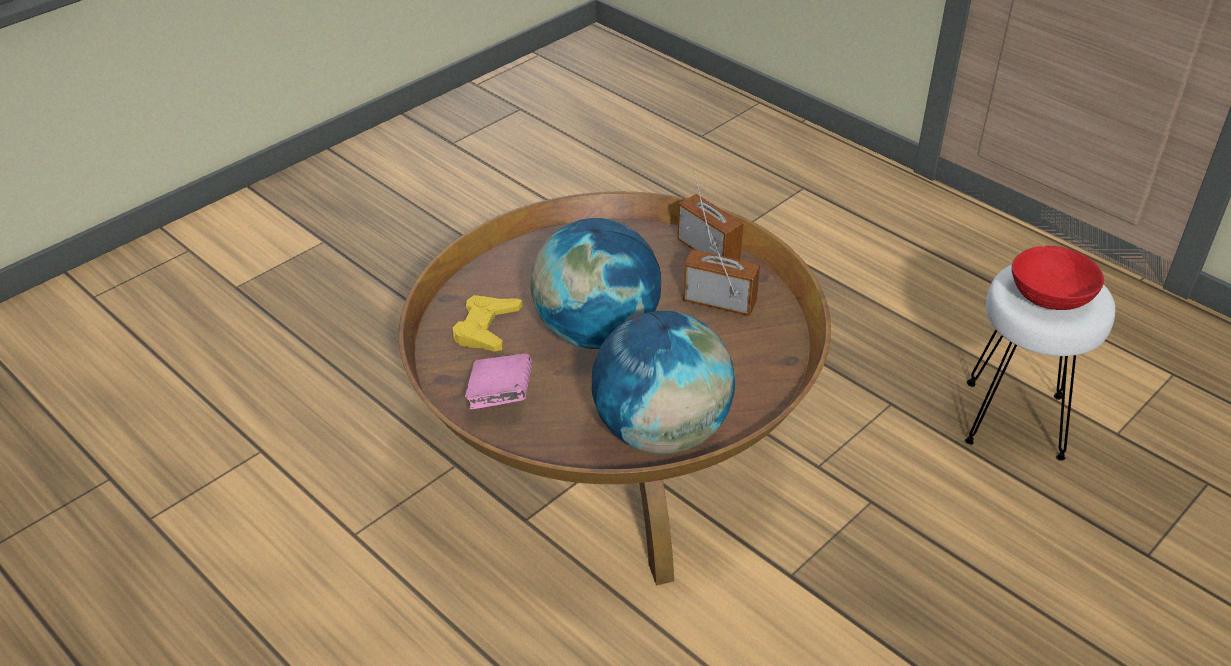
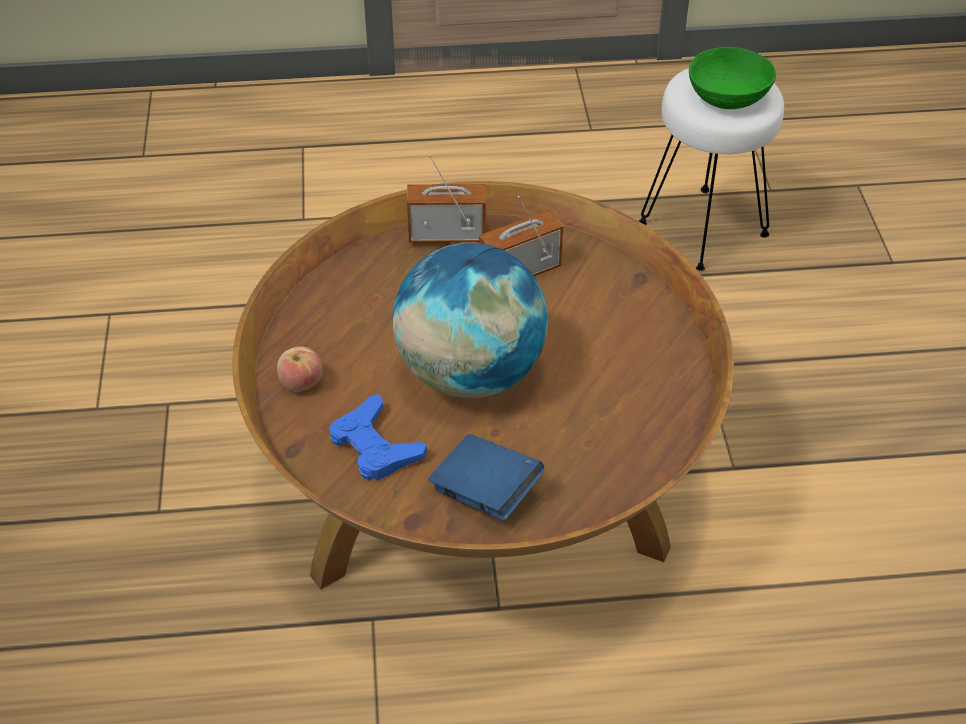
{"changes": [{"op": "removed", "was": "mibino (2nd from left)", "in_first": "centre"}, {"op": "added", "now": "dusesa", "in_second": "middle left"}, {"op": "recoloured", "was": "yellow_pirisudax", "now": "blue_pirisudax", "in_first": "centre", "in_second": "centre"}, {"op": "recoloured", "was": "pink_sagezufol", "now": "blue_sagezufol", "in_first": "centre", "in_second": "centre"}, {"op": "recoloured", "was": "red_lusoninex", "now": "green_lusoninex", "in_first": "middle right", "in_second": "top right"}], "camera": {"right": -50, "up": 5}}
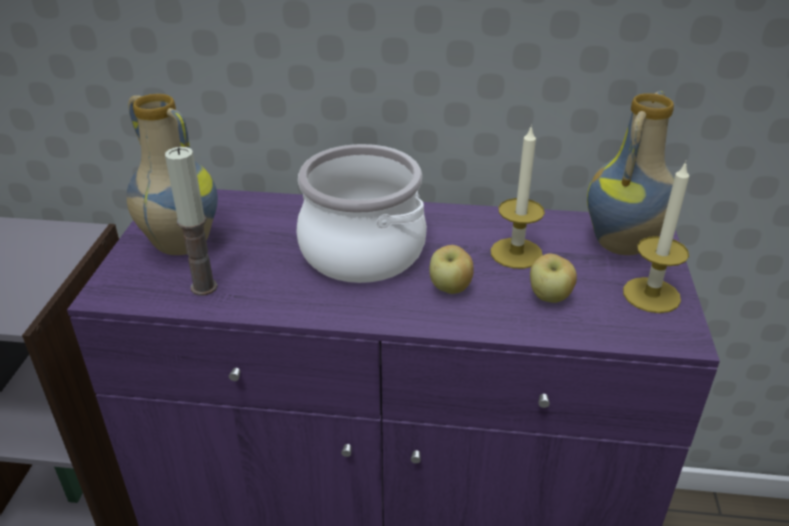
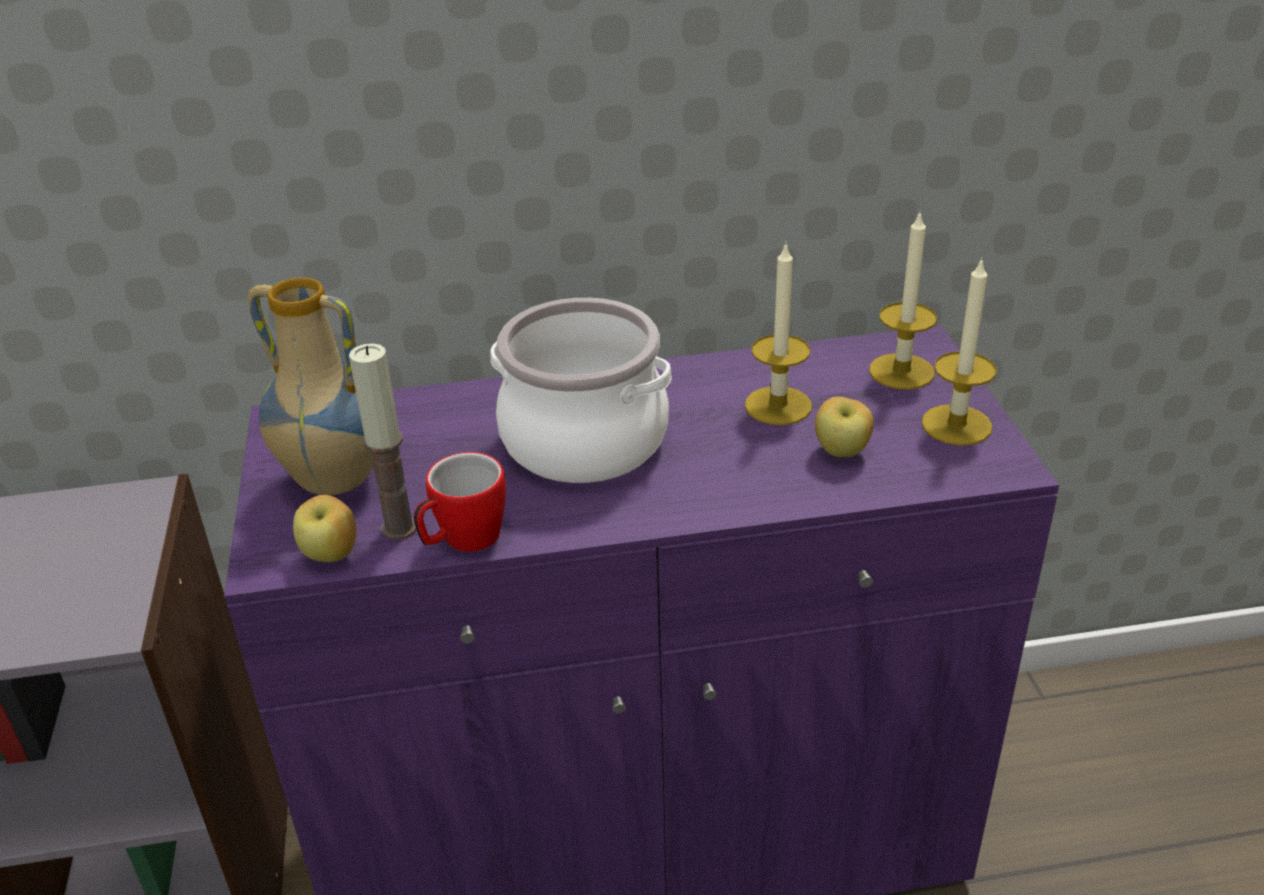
{"changes": [{"op": "added", "now": "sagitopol", "in_second": "centre"}, {"op": "moved", "was": "dusesa (1st from left)", "in_first": "centre", "in_second": "middle left"}, {"op": "replaced", "was": "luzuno (2nd from left)", "now": "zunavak (3rd from left)", "in_first": "top right", "in_second": "middle right"}], "camera": {"right": -15, "up": 0}}
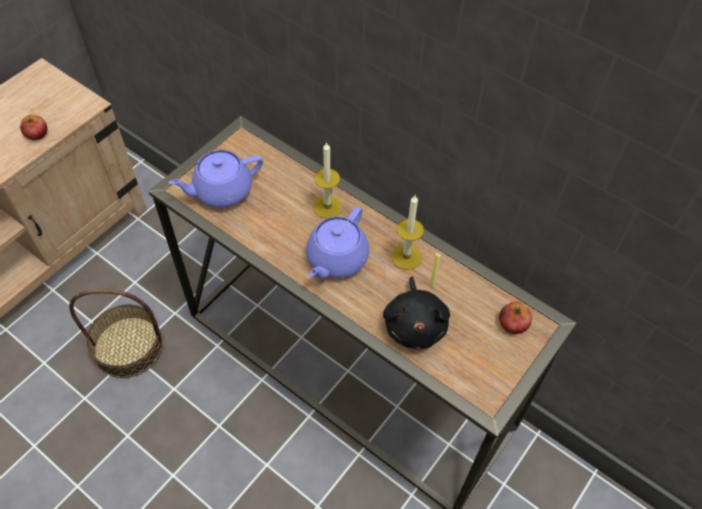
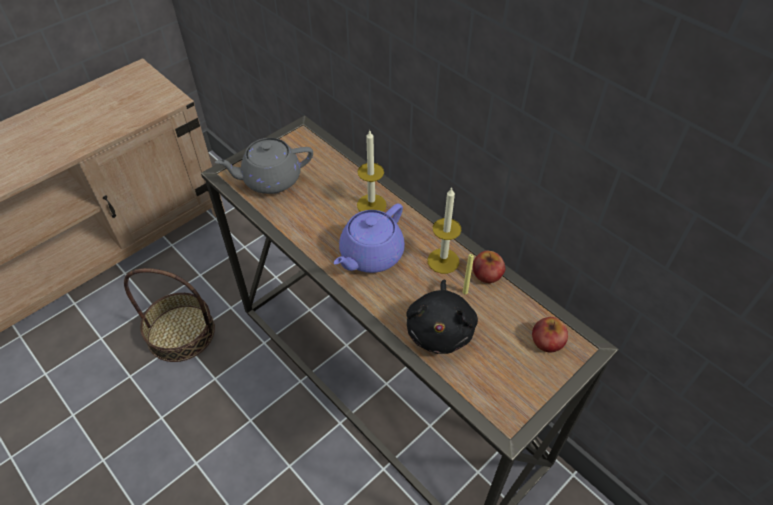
{"changes": [{"op": "moved", "was": "dusesa (1st from left)", "in_first": "top left", "in_second": "centre"}, {"op": "recoloured", "was": "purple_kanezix (1st from left)", "now": "grey_kanezix", "in_first": "middle left", "in_second": "top centre"}], "camera": {"right": 10, "up": -5}}
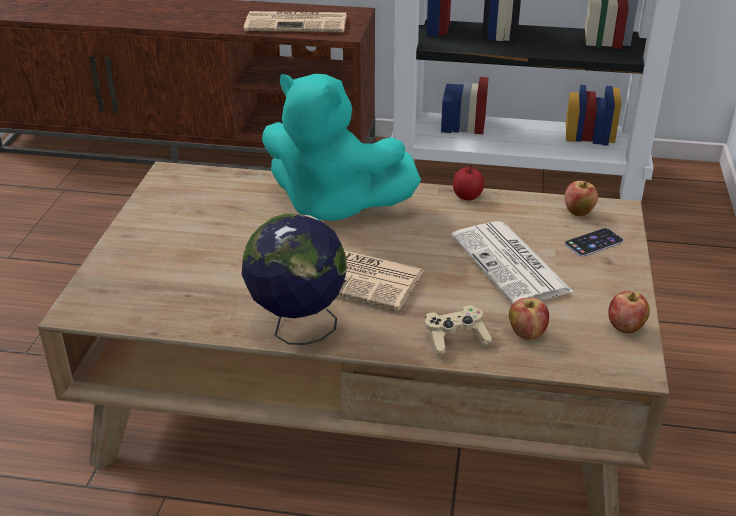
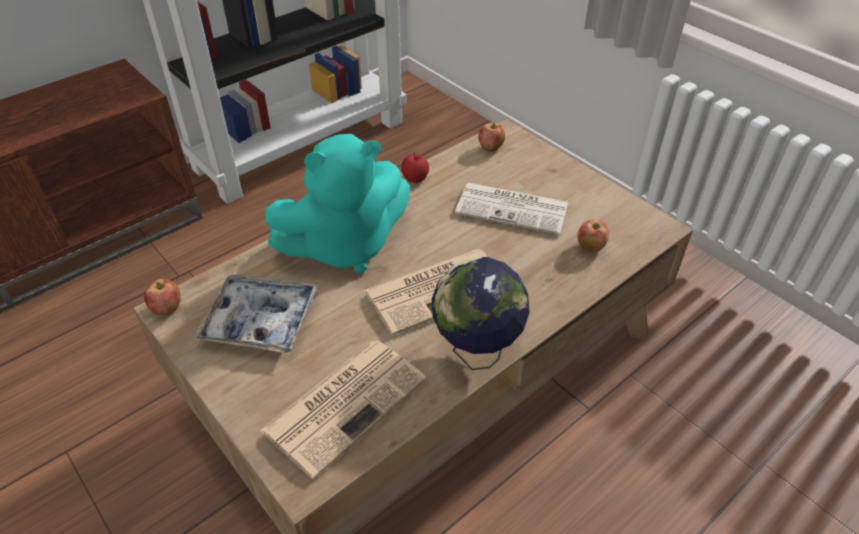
{"changes": [{"op": "removed", "was": "beige_pirisudax", "in_first": "centre"}, {"op": "removed", "was": "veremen", "in_first": "middle right"}, {"op": "added", "now": "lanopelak", "in_second": "middle left"}, {"op": "moved", "was": "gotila (1st from left)", "in_first": "top centre", "in_second": "bottom centre"}, {"op": "moved", "was": "dusesa (4th from left in the first image)", "now": "dusesa (1st from left)", "in_first": "middle right", "in_second": "middle left"}], "camera": {"right": -50, "up": 10}}
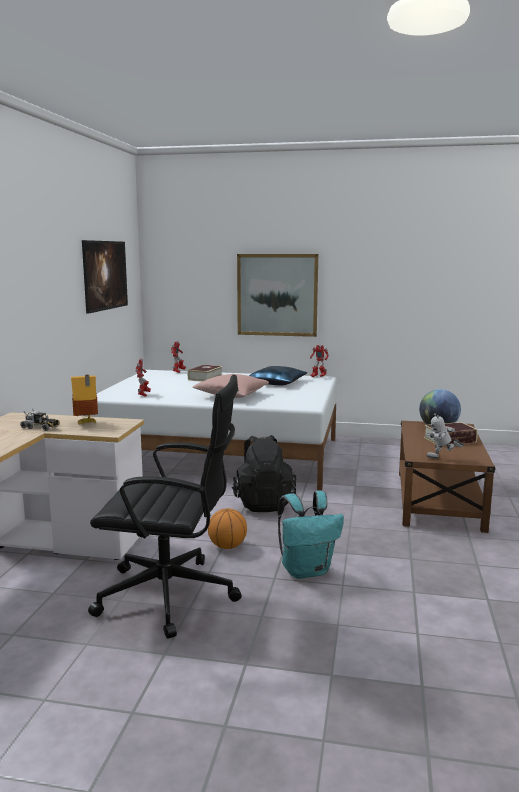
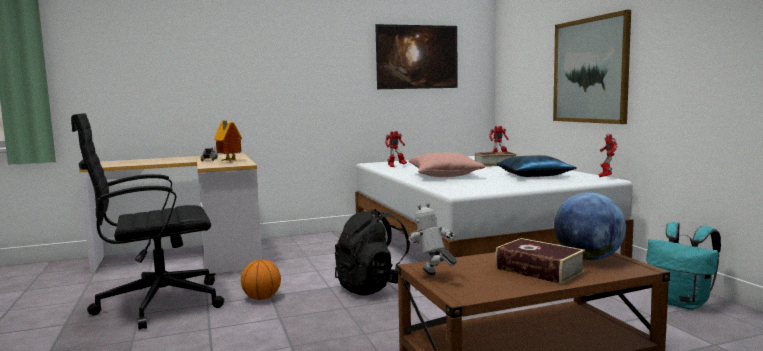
{"changes": [{"op": "moved", "was": "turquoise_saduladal", "in_first": "bottom centre", "in_second": "bottom right"}, {"op": "turned", "was": "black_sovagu", "in_first": "middle left", "in_second": "middle left", "clockwise": 90}], "camera": {"right": 60, "up": -5}}
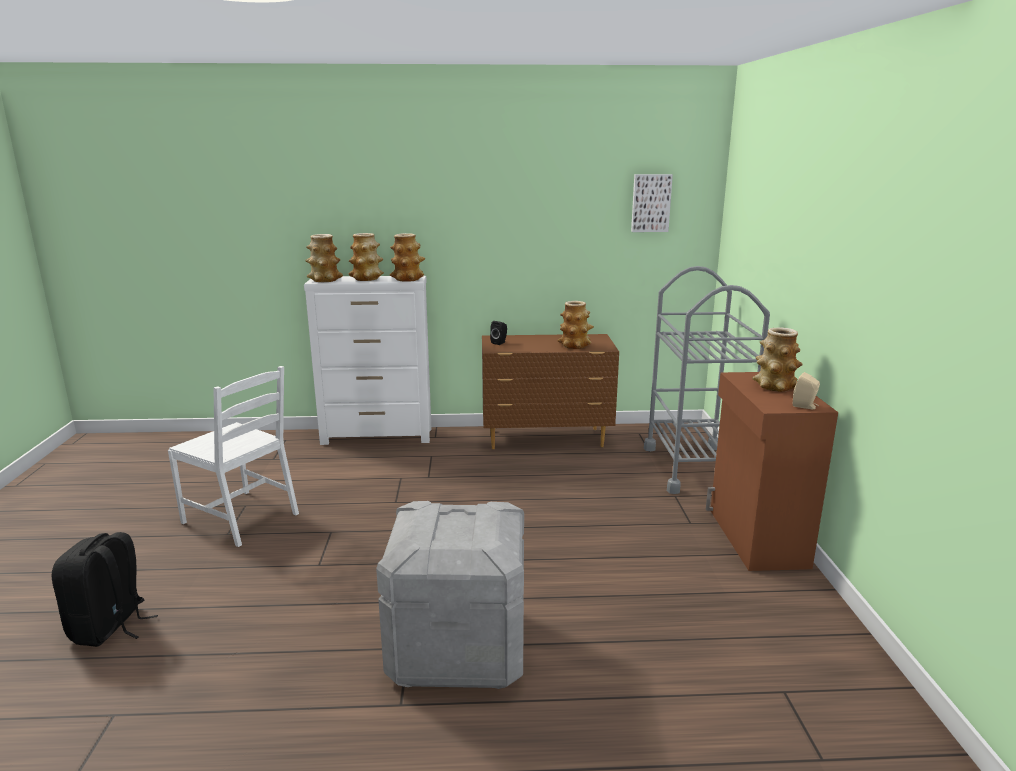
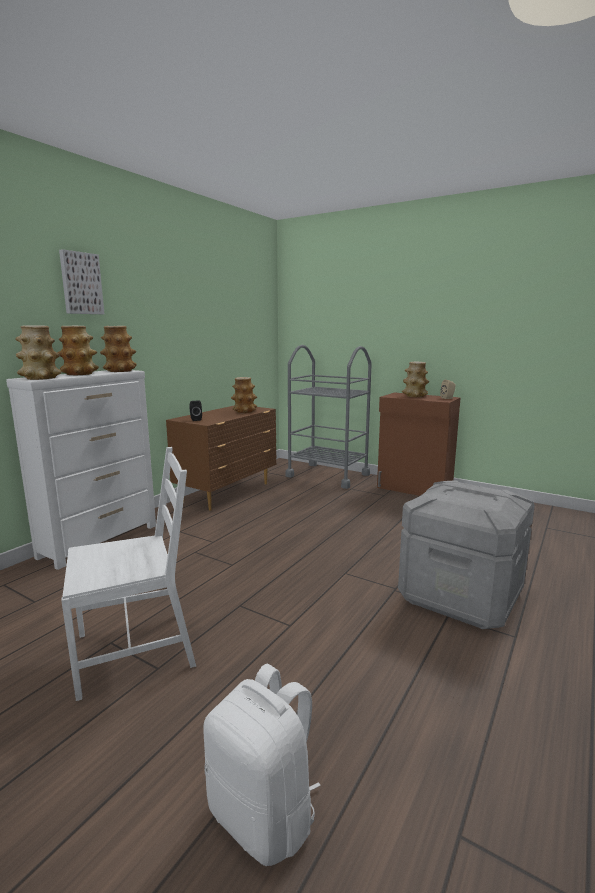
{"changes": [{"op": "moved", "was": "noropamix", "in_first": "top centre", "in_second": "top left"}, {"op": "recoloured", "was": "black_saduladal", "now": "white_saduladal", "in_first": "bottom left", "in_second": "bottom centre"}], "camera": {"right": -55, "up": -5}}
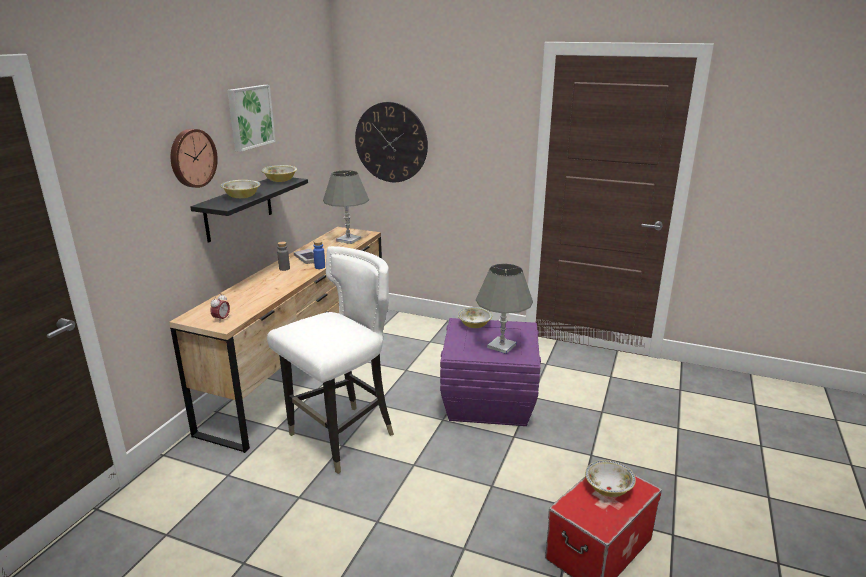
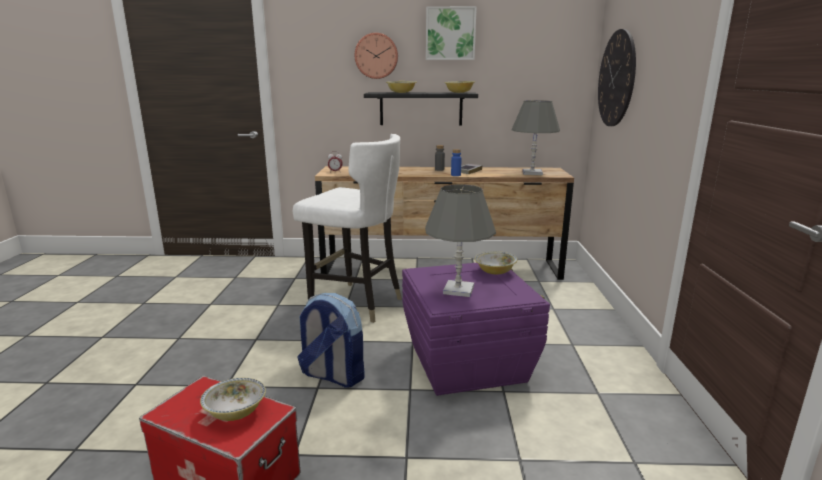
{"changes": [{"op": "added", "now": "saduladal", "in_second": "bottom centre"}], "camera": {"right": 70, "up": -5}}
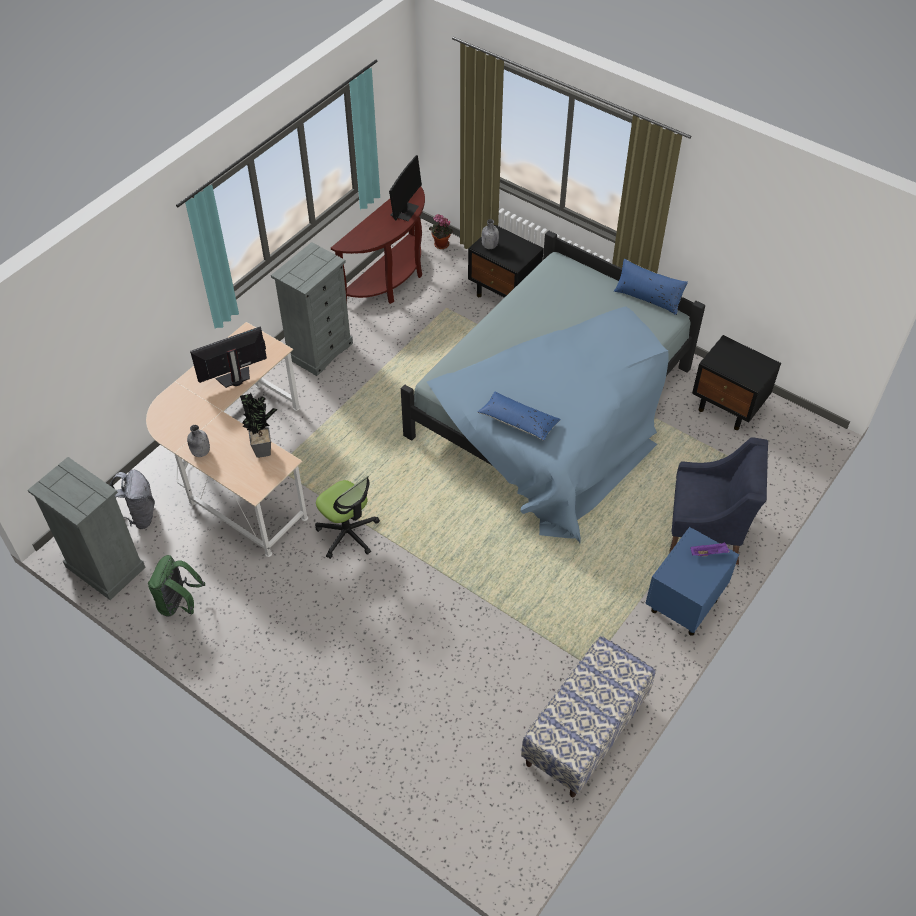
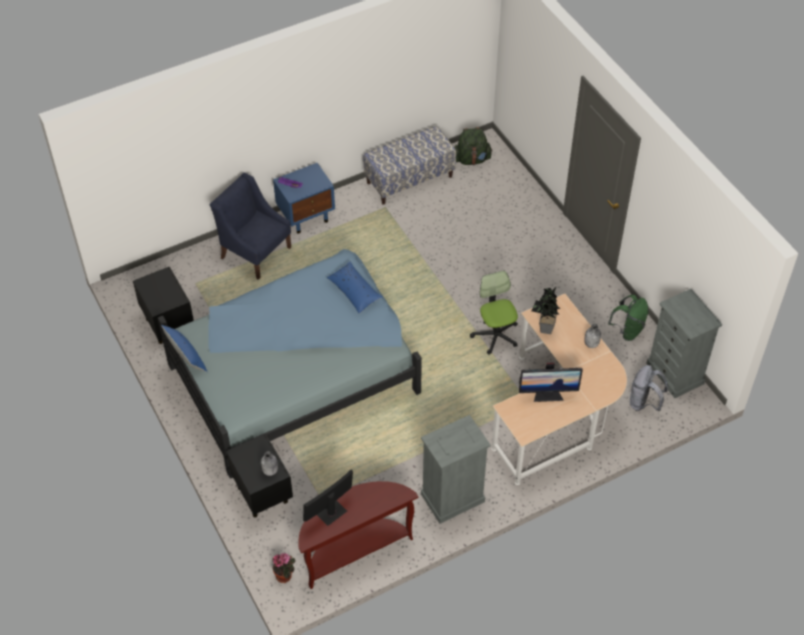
{"changes": [{"op": "added", "now": "green_saduladal (1st from left)", "in_second": "top centre"}], "camera": {"right": -155, "up": 0}}
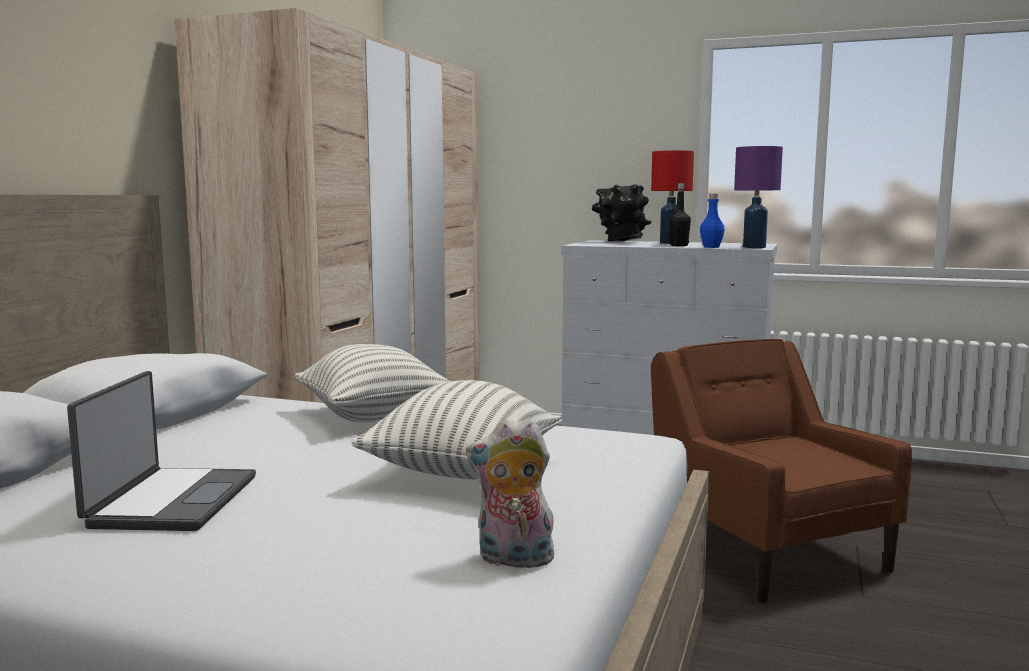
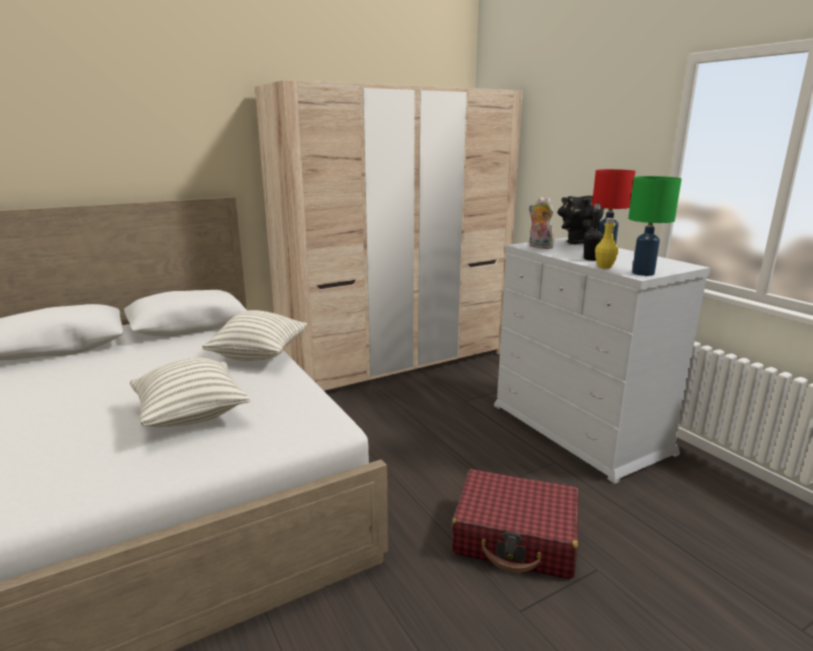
{"changes": [{"op": "removed", "was": "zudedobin", "in_first": "bottom left"}, {"op": "moved", "was": "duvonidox", "in_first": "bottom centre", "in_second": "centre"}, {"op": "replaced", "was": "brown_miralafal", "now": "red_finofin", "in_first": "bottom right", "in_second": "bottom centre"}, {"op": "recoloured", "was": "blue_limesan", "now": "yellow_limesan", "in_first": "top right", "in_second": "middle right"}, {"op": "recoloured", "was": "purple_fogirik", "now": "green_fogirik", "in_first": "top right", "in_second": "middle right"}], "camera": {"right": 40, "up": 10}}
